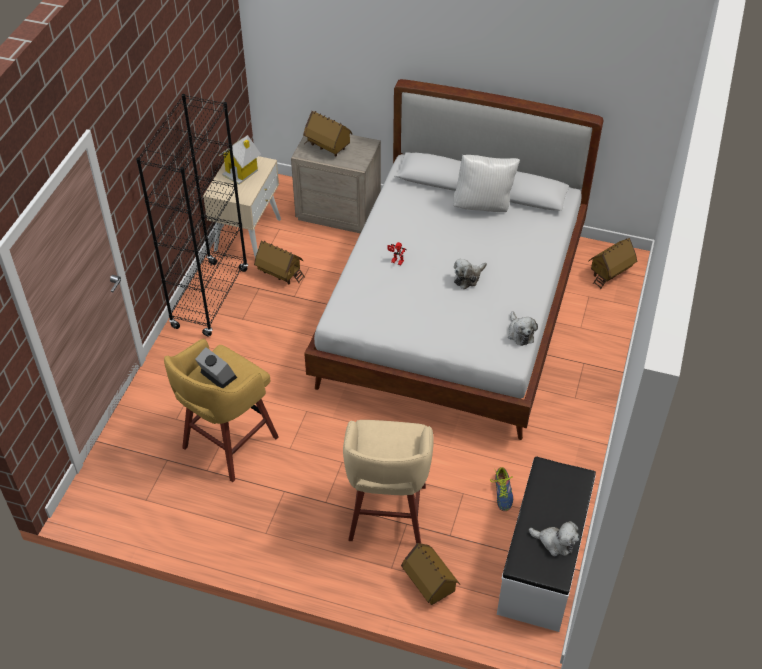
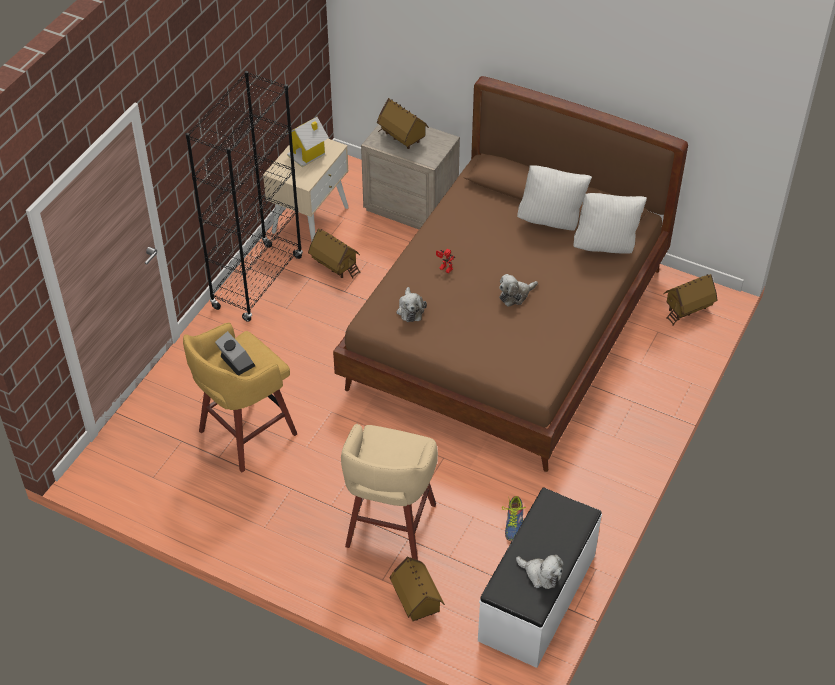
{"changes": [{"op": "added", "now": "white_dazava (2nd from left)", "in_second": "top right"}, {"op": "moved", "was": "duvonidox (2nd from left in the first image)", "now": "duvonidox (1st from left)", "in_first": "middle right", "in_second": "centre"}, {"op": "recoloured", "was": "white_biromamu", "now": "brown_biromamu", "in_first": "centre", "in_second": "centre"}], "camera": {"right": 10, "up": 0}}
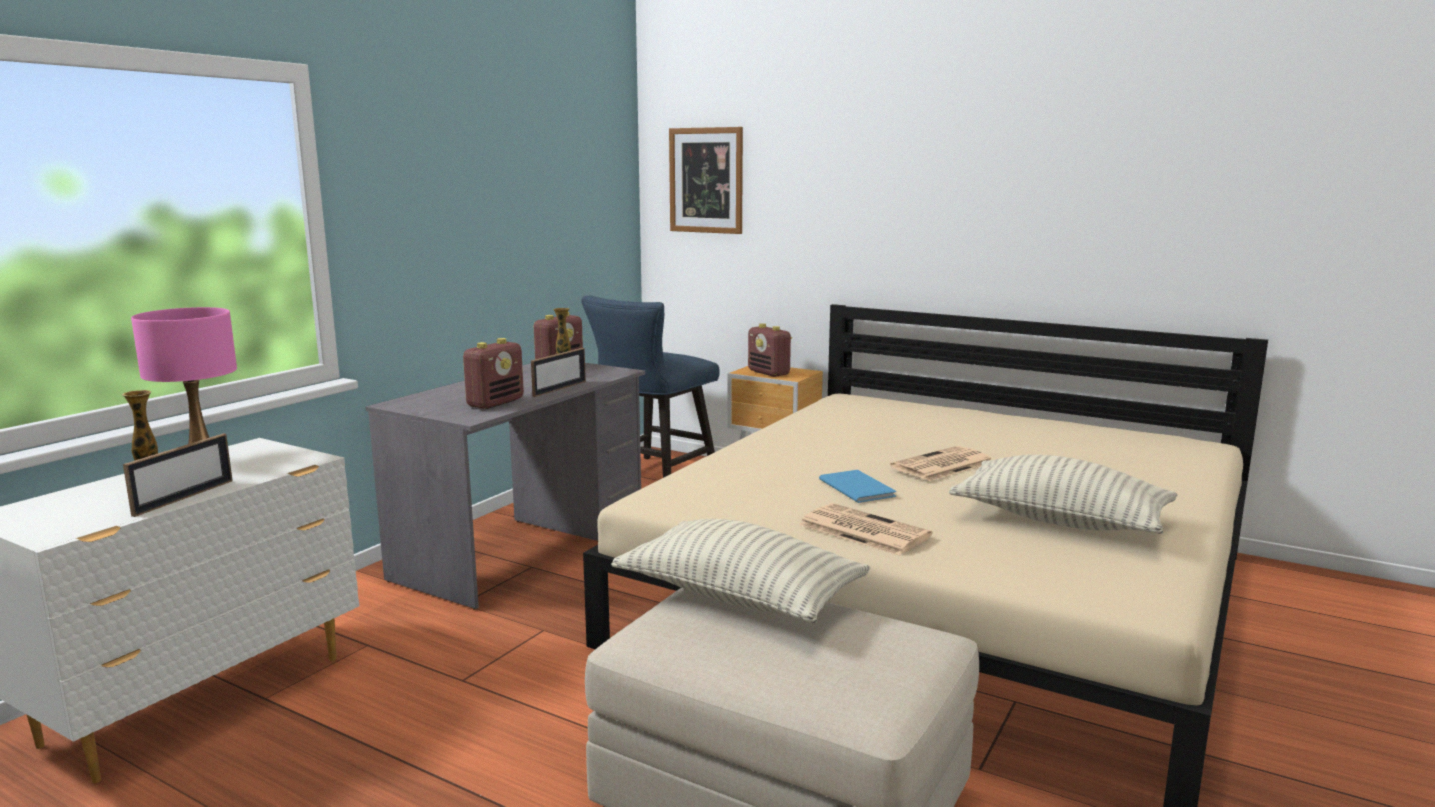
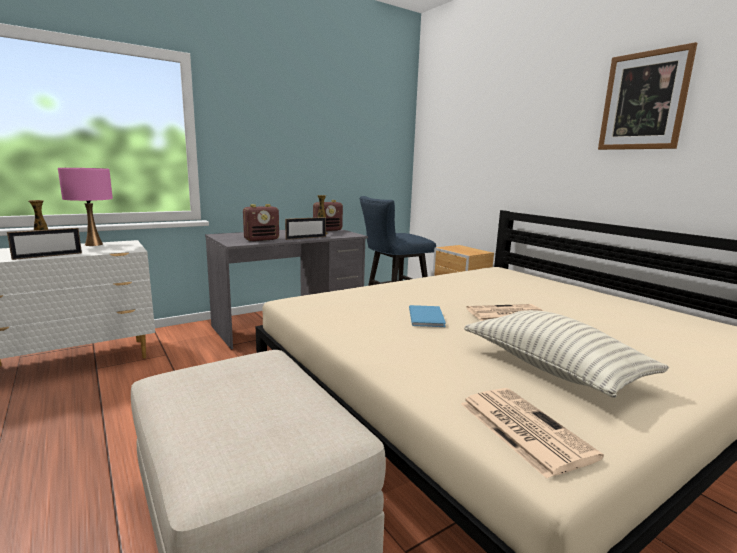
{"changes": [{"op": "removed", "was": "dazava (1st from left)", "in_first": "bottom centre"}, {"op": "removed", "was": "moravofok (3rd from left)", "in_first": "centre"}, {"op": "moved", "was": "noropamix", "in_first": "top centre", "in_second": "top right"}, {"op": "moved", "was": "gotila (1st from left in the first image)", "now": "gotila (2nd from left)", "in_first": "centre", "in_second": "bottom right"}], "camera": {"right": 25, "up": 0}}
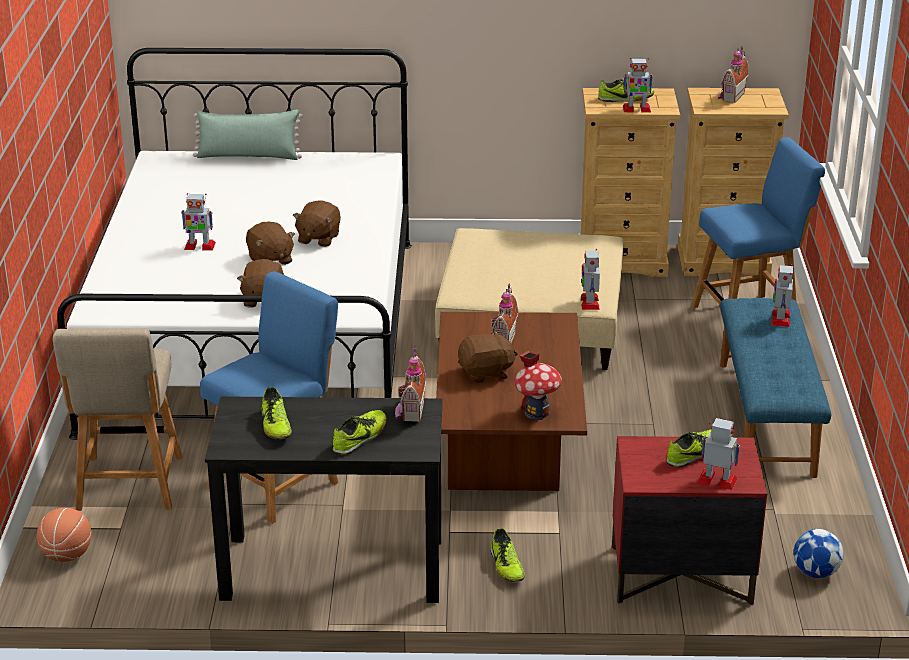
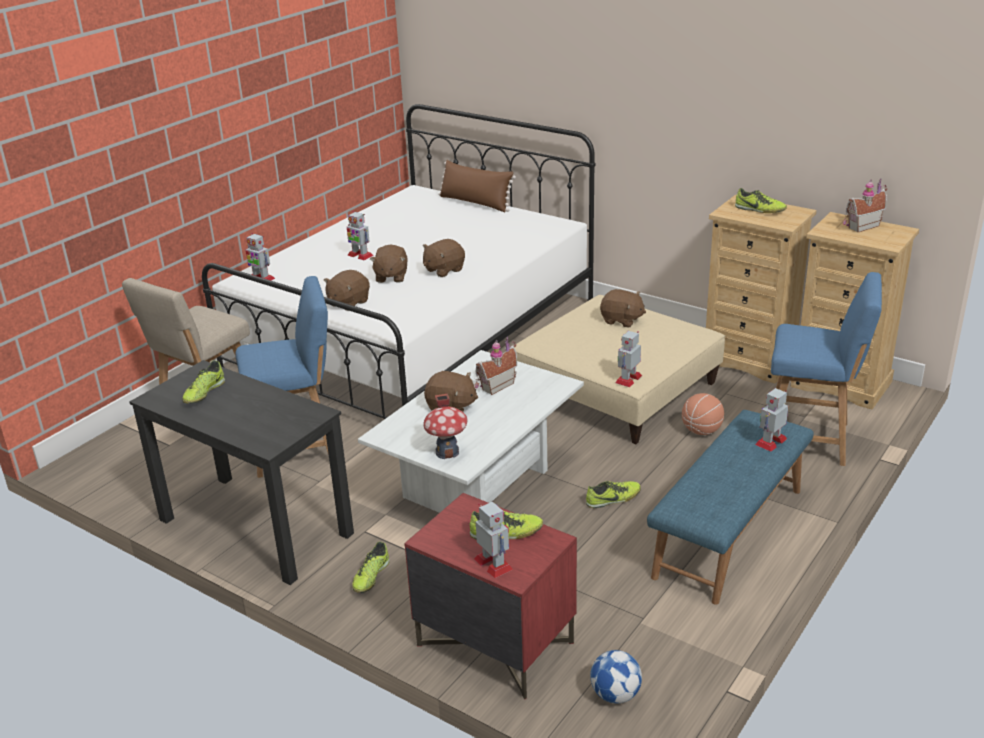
{"changes": [{"op": "removed", "was": "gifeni (1st from left)", "in_first": "centre"}, {"op": "added", "now": "brown_duvonidox (5th from left)", "in_second": "centre"}, {"op": "moved", "was": "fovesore", "in_first": "bottom left", "in_second": "middle right"}, {"op": "moved", "was": "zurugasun (2nd from left in the first image)", "now": "zurugasun (4th from left)", "in_first": "centre", "in_second": "bottom centre"}, {"op": "moved", "was": "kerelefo (3rd from left in the first image)", "now": "kerelefo (1st from left)", "in_first": "top right", "in_second": "middle left"}, {"op": "recoloured", "was": "green_dazava", "now": "brown_dazava", "in_first": "top left", "in_second": "top centre"}, {"op": "recoloured", "was": "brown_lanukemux", "now": "white_lanukemux", "in_first": "centre", "in_second": "centre"}], "camera": {"right": 35, "up": 0}}
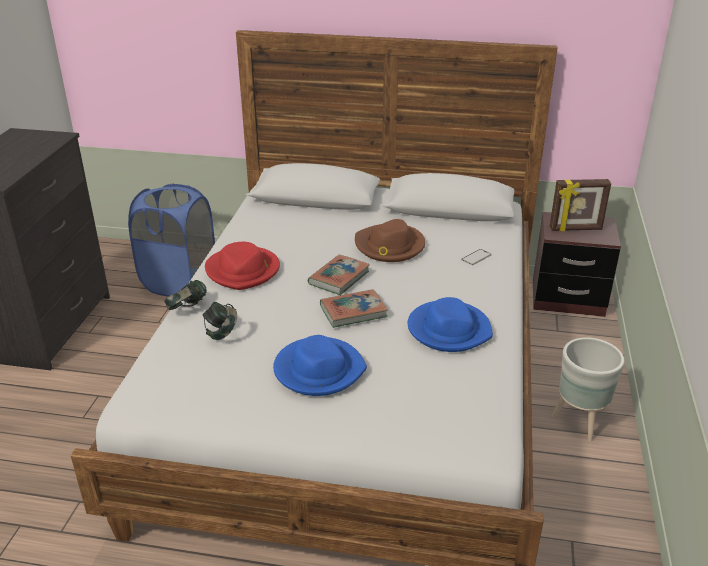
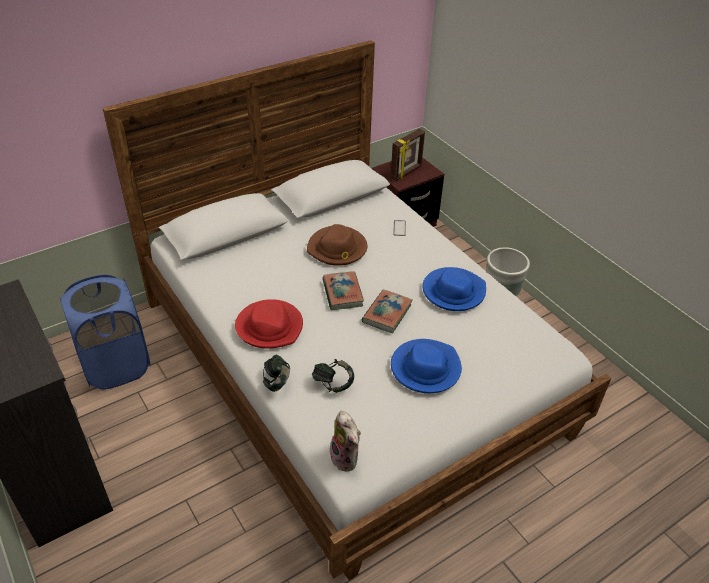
{"changes": [{"op": "added", "now": "duvonidox", "in_second": "bottom centre"}], "camera": {"right": -45, "up": 10}}
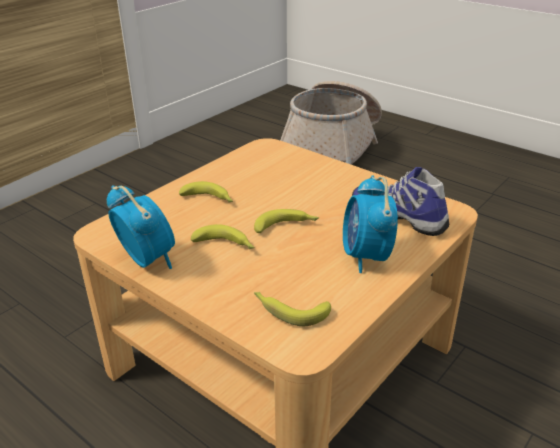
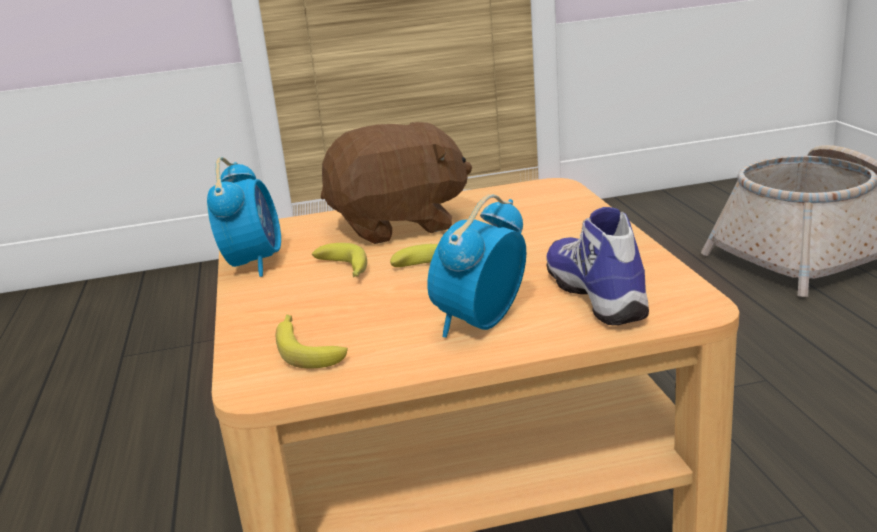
{"changes": [{"op": "replaced", "was": "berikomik (1st from left)", "now": "brown_duvonidox", "in_first": "centre", "in_second": "centre"}], "camera": {"right": 40, "up": -10}}
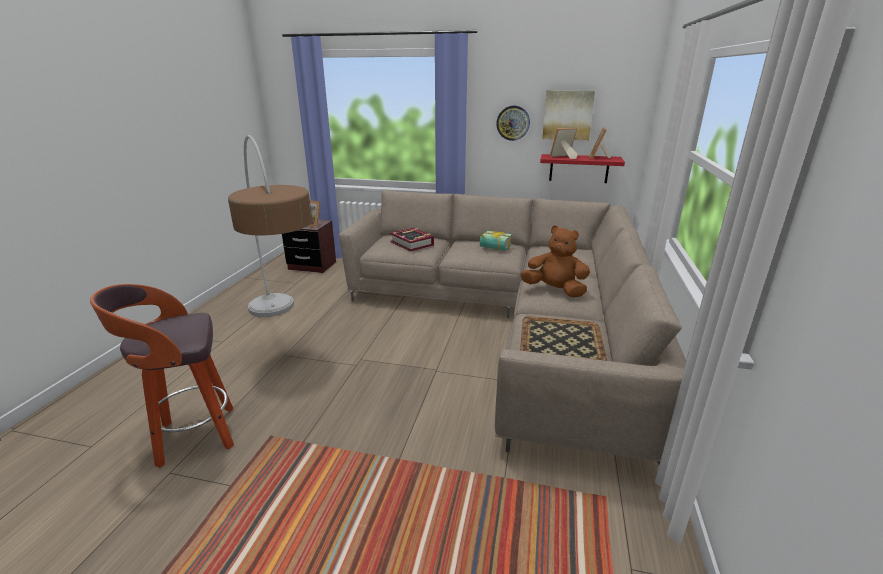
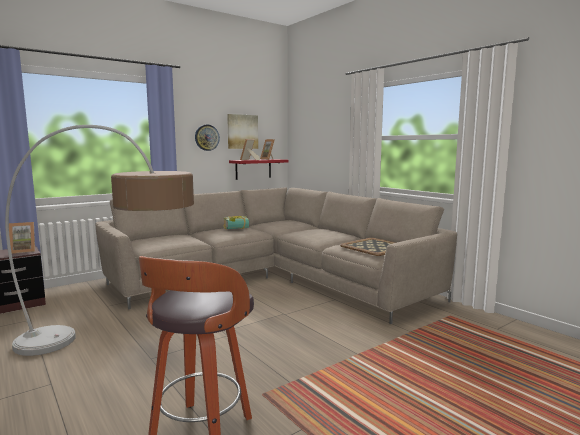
{"changes": [{"op": "removed", "was": "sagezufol (1st from left)", "in_first": "centre"}, {"op": "removed", "was": "brown_duvonidox", "in_first": "centre"}], "camera": {"right": -50, "up": -15}}
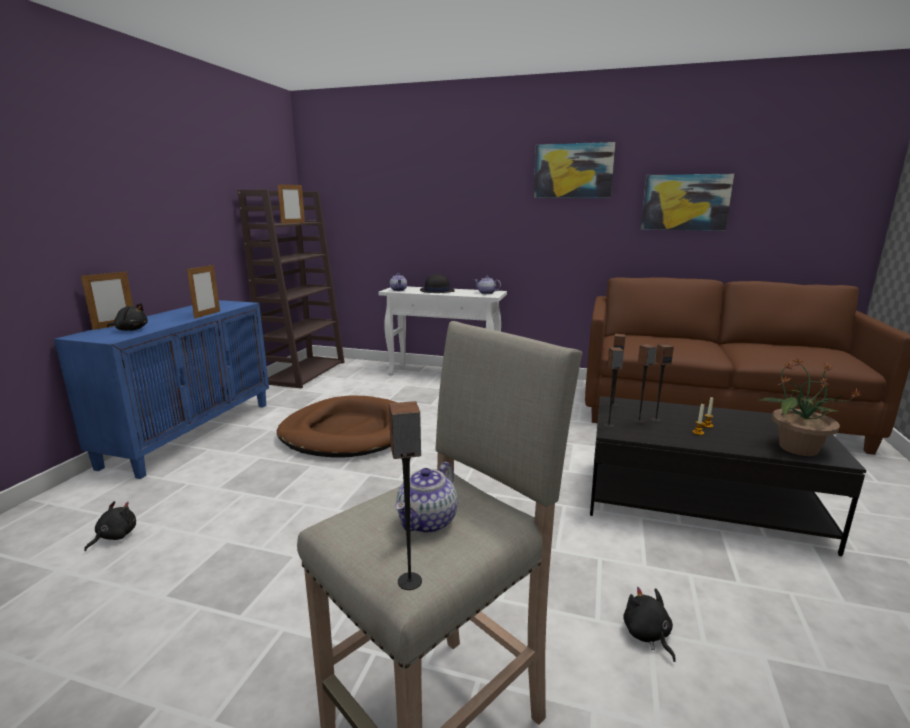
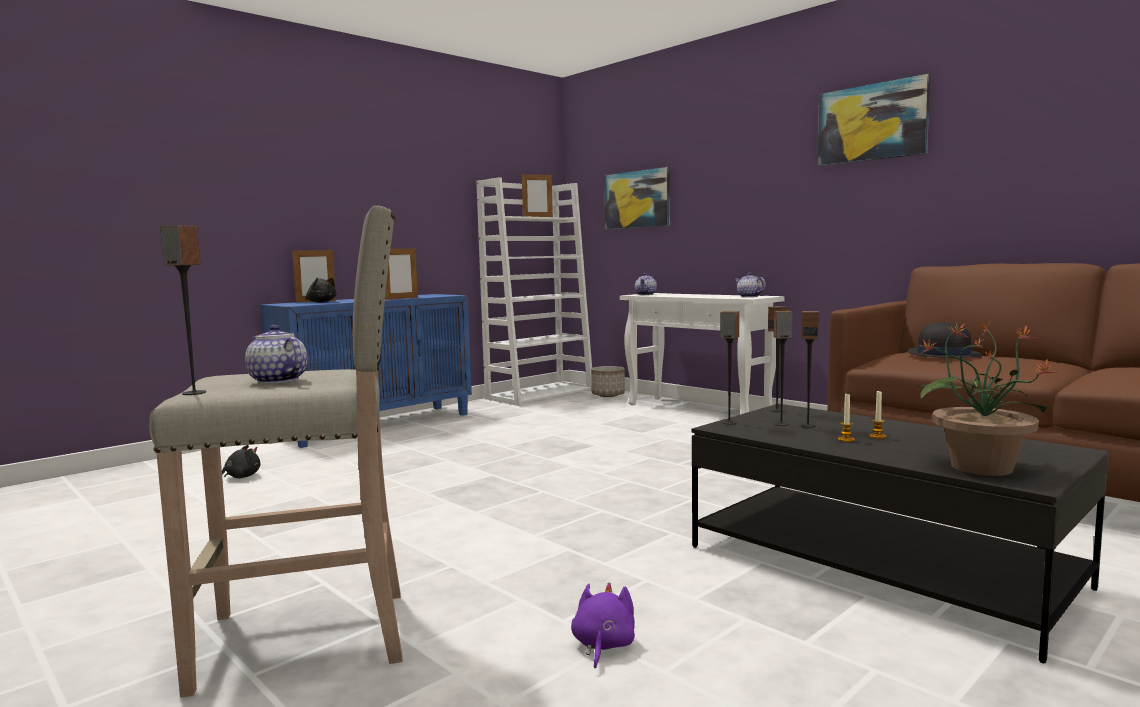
{"changes": [{"op": "removed", "was": "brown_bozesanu", "in_first": "centre"}, {"op": "added", "now": "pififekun", "in_second": "centre"}, {"op": "moved", "was": "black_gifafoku", "in_first": "centre", "in_second": "middle right"}, {"op": "moved", "was": "noropamix (2nd from left in the first image)", "now": "noropamix (1st from left)", "in_first": "top right", "in_second": "top centre"}, {"op": "recoloured", "was": "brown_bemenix", "now": "white_bemenix", "in_first": "middle left", "in_second": "centre"}, {"op": "recoloured", "was": "black_duvonidox (3rd from left)", "now": "purple_duvonidox", "in_first": "bottom right", "in_second": "bottom centre"}, {"op": "turned", "was": "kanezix (2nd from left in the first image)", "in_first": "bottom centre", "in_second": "middle left", "clockwise": 75}], "camera": {"right": 30, "up": -10}}
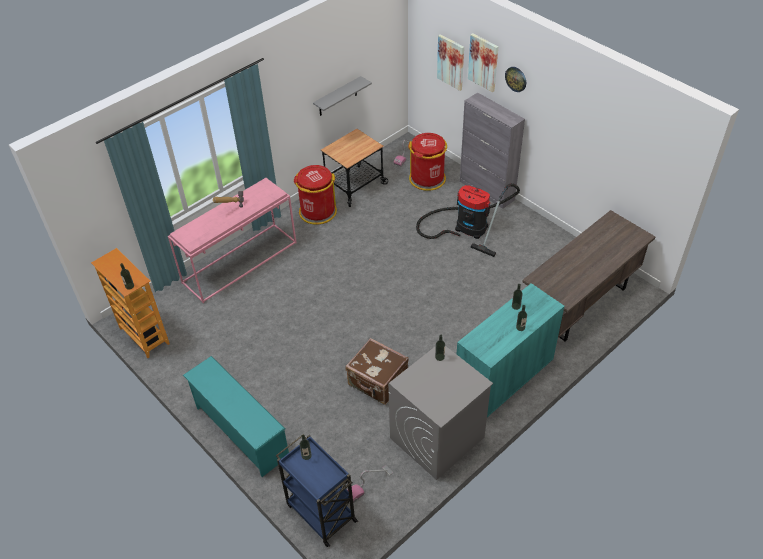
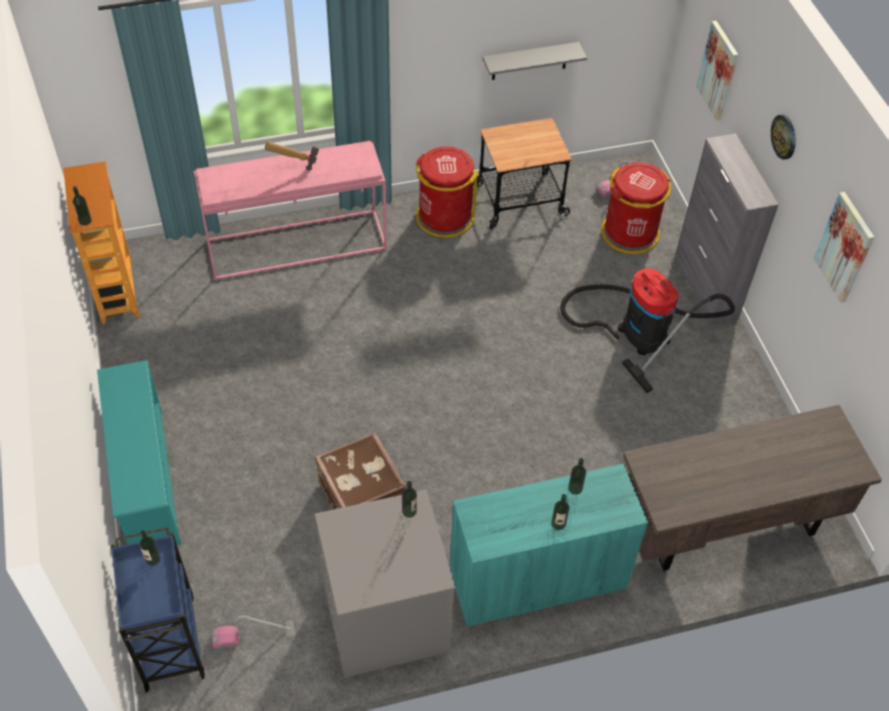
{"changes": [{"op": "moved", "was": "noropamix (2nd from left)", "in_first": "top centre", "in_second": "middle right"}], "camera": {"right": 25, "up": 5}}
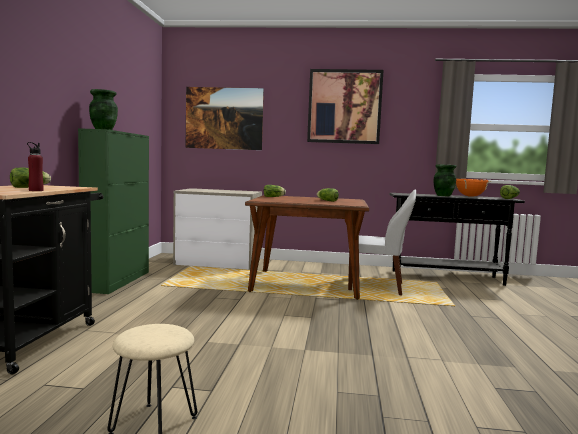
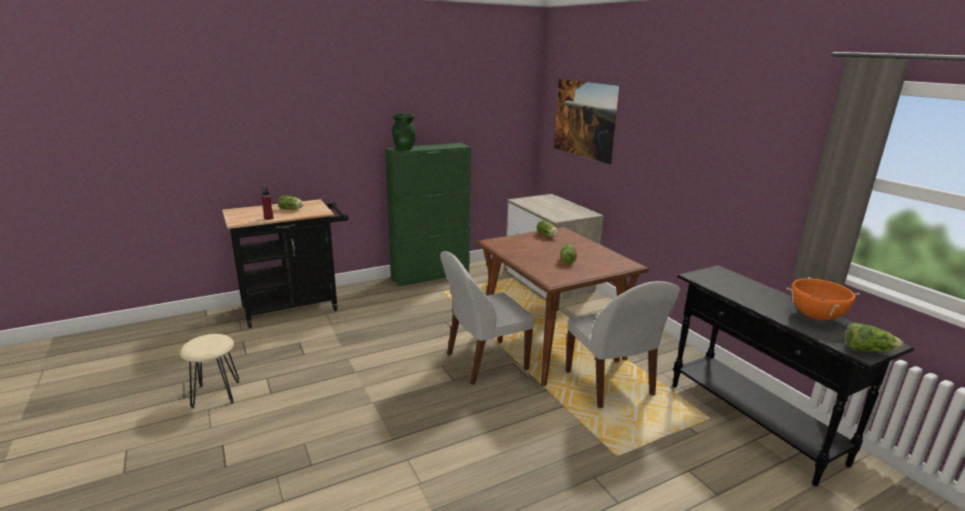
{"changes": [{"op": "removed", "was": "noropamix (2nd from left)", "in_first": "top centre"}, {"op": "removed", "was": "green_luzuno (2nd from left)", "in_first": "middle right"}, {"op": "added", "now": "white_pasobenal (1st from left)", "in_second": "centre"}], "camera": {"right": 55, "up": 15}}
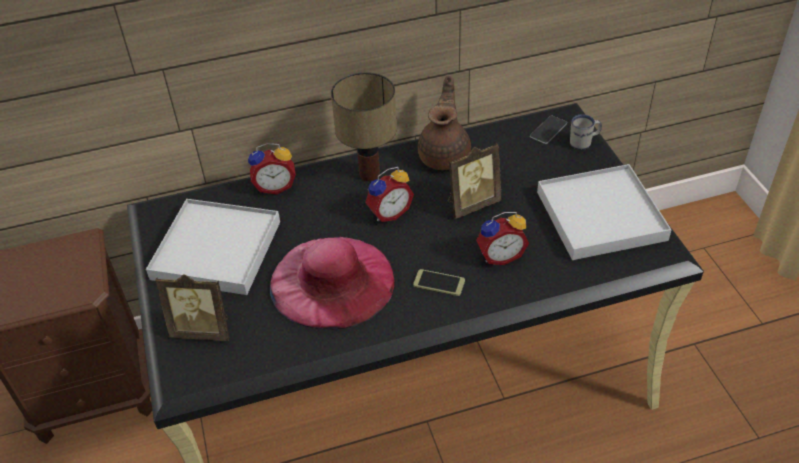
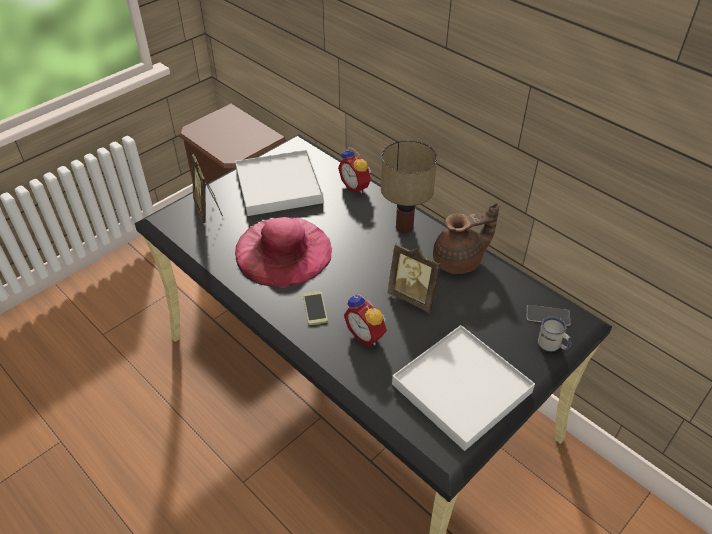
{"changes": [{"op": "removed", "was": "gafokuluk (2nd from left)", "in_first": "centre"}], "camera": {"right": 60, "up": 0}}
